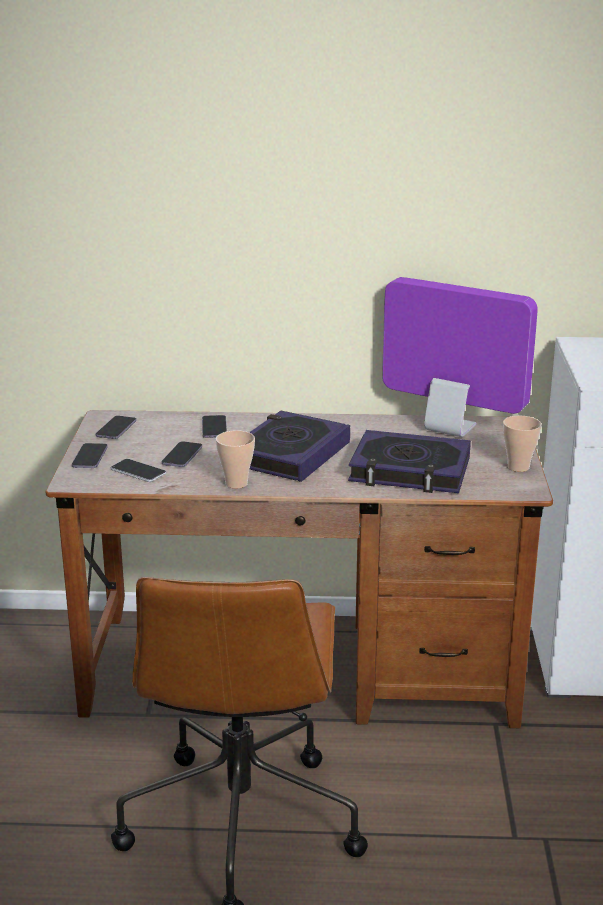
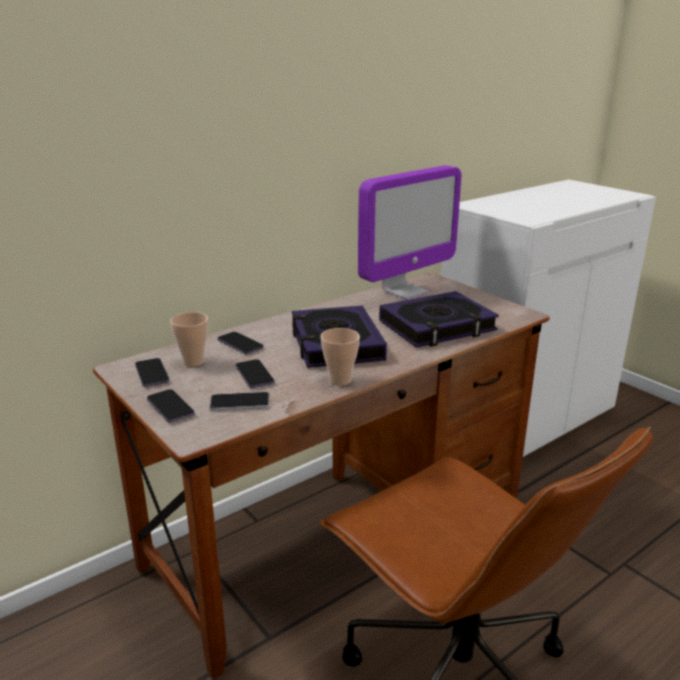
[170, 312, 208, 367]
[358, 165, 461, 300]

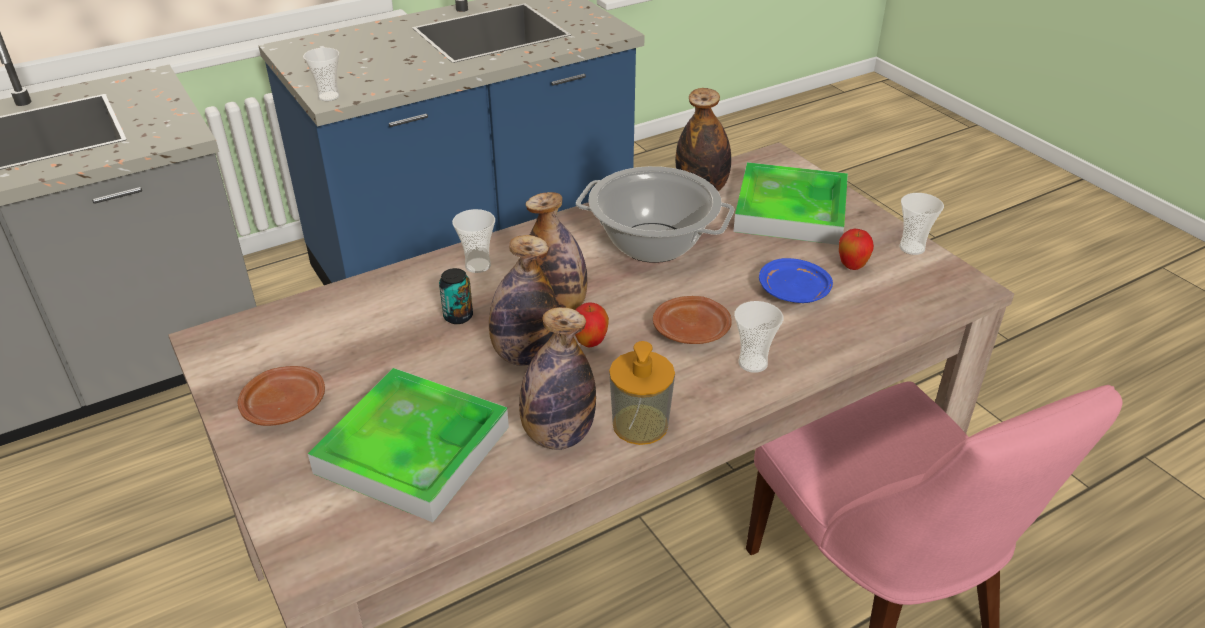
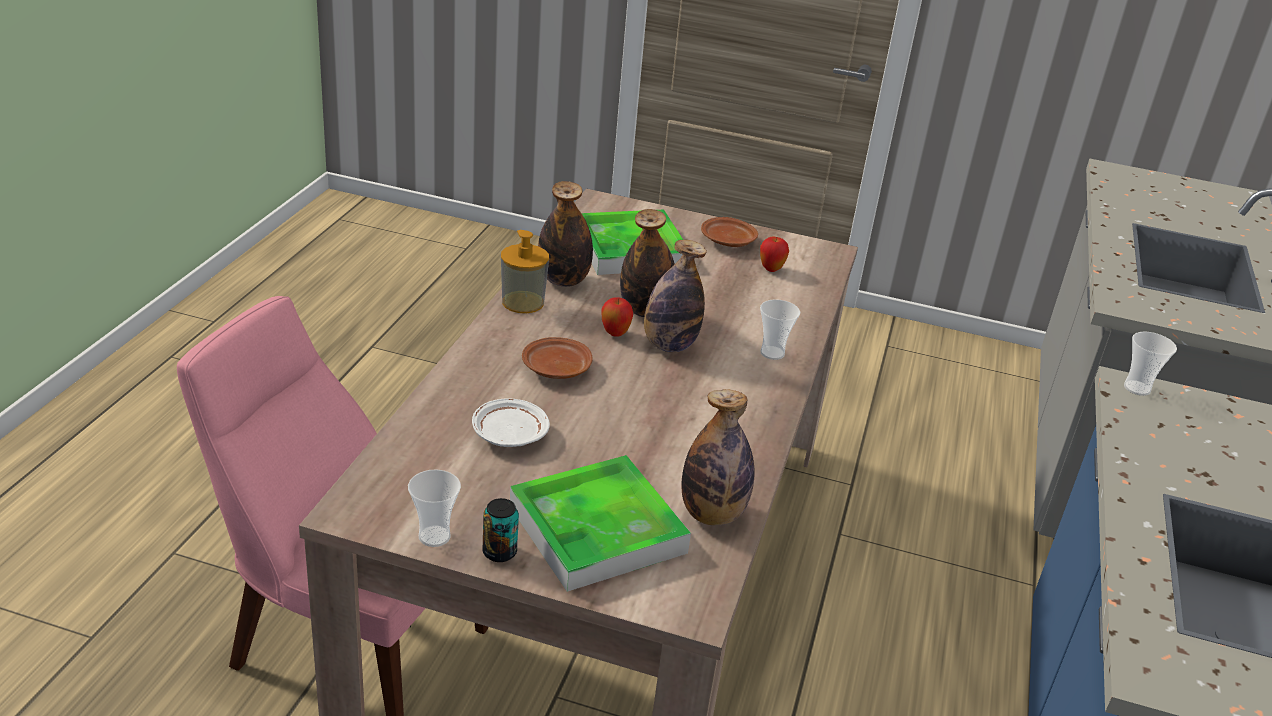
[472, 398, 550, 447]
[483, 498, 519, 562]
[760, 237, 789, 272]
[576, 166, 734, 263] (first image)
[734, 301, 783, 373] (first image)

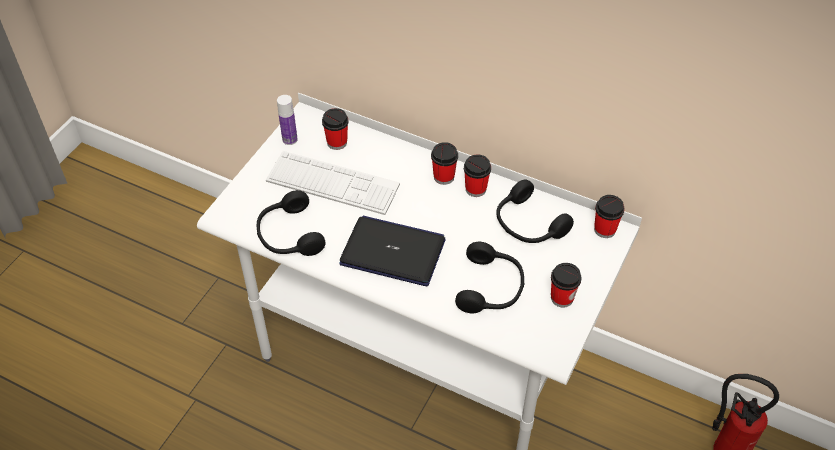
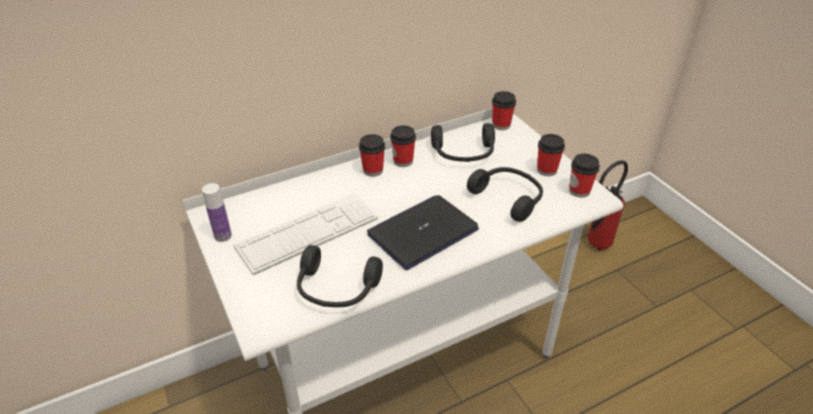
[569, 154, 600, 198]

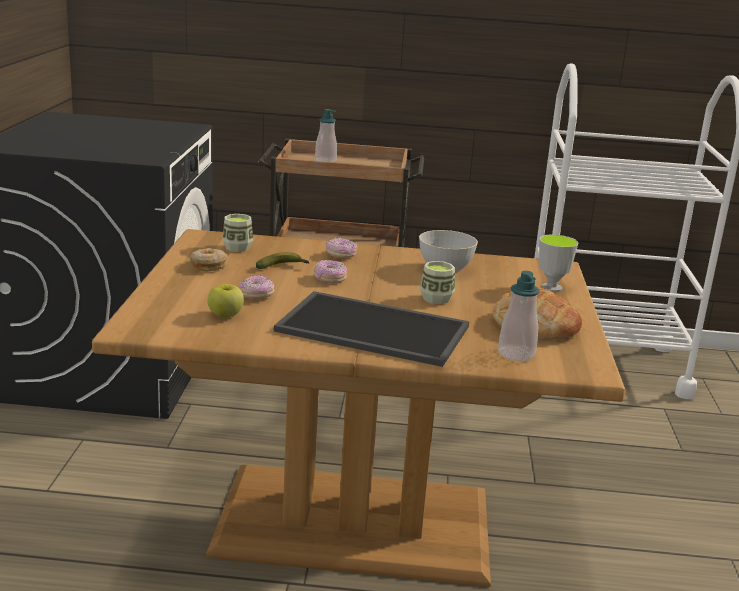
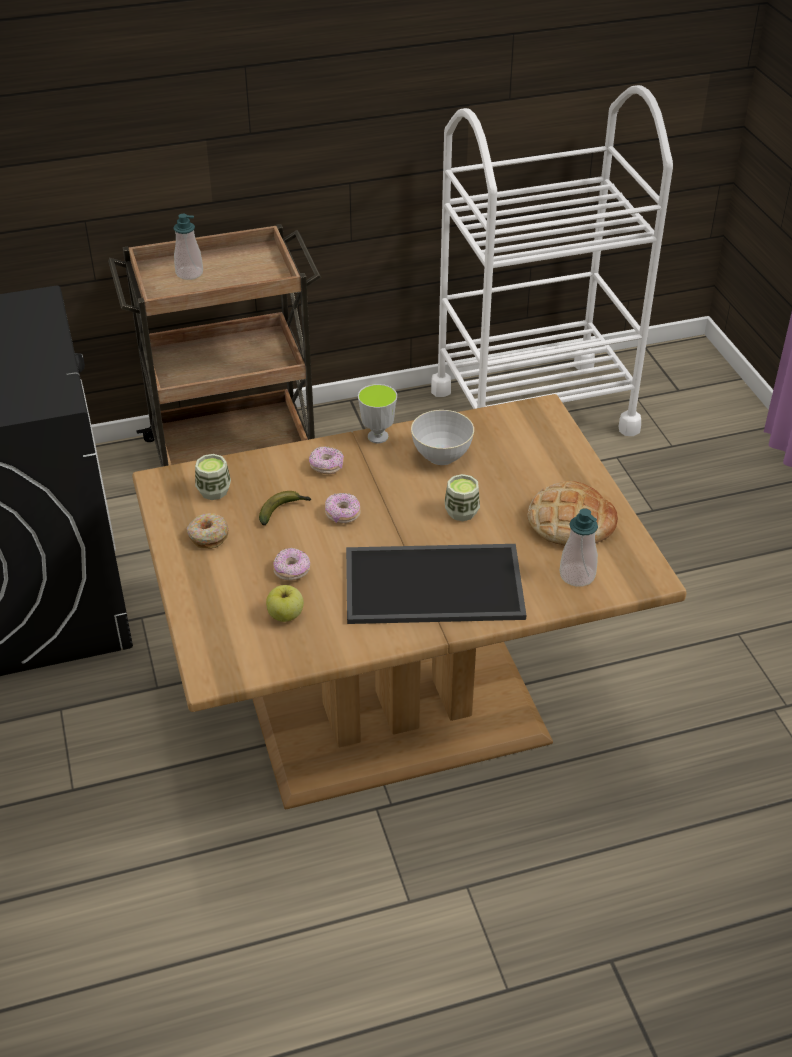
[358, 384, 397, 443]

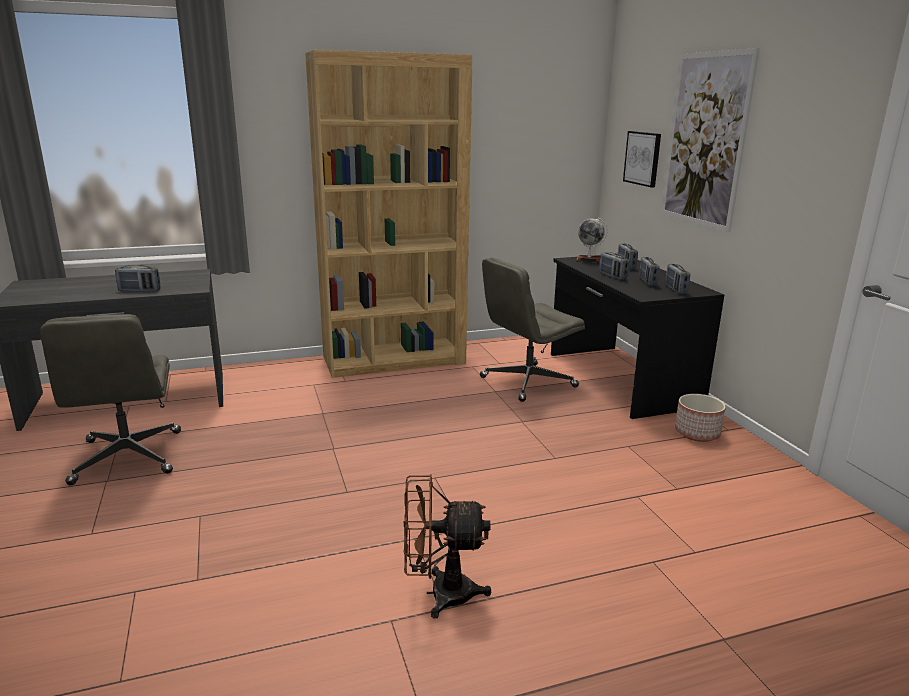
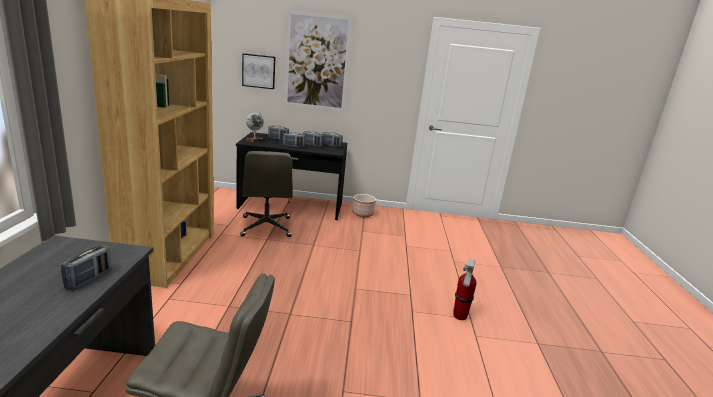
[453, 260, 476, 320]

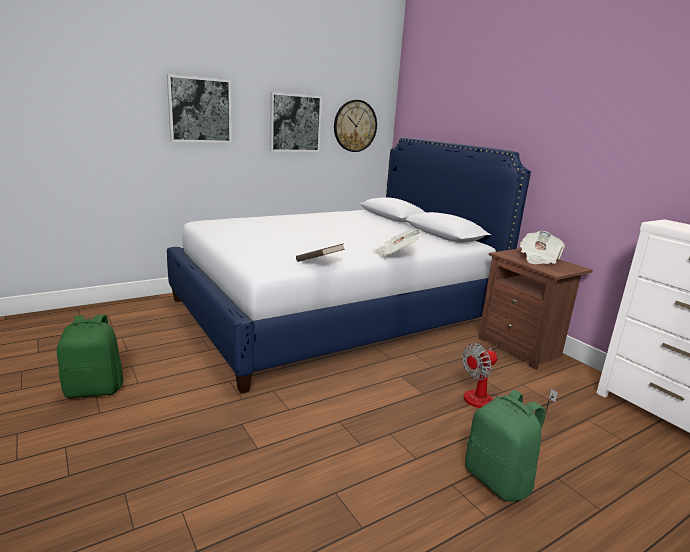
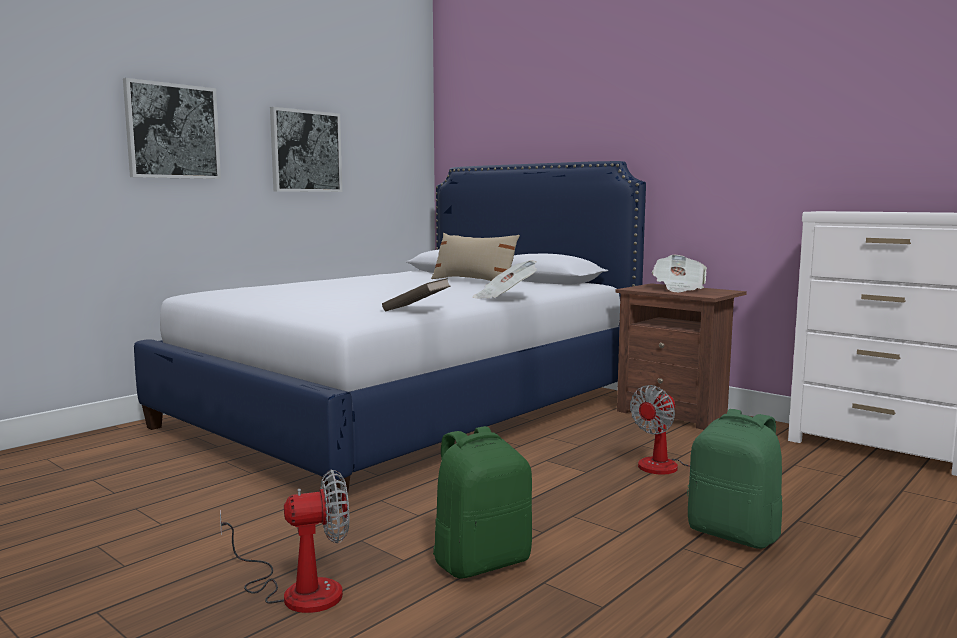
[220, 469, 349, 613]
[431, 233, 520, 281]
[433, 426, 532, 578]
[334, 100, 377, 152] (first image)

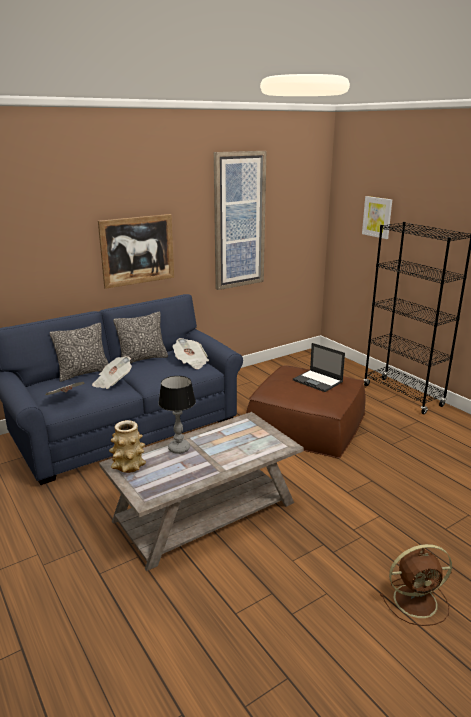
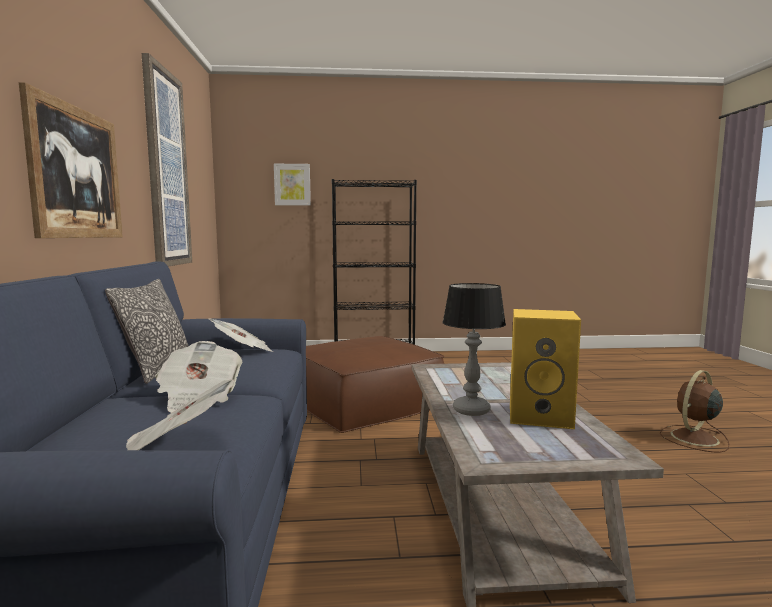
[510, 309, 581, 429]
[660, 370, 729, 453]
[50, 323, 109, 382] (first image)
[109, 420, 146, 473] (first image)
[293, 343, 345, 392] (first image)

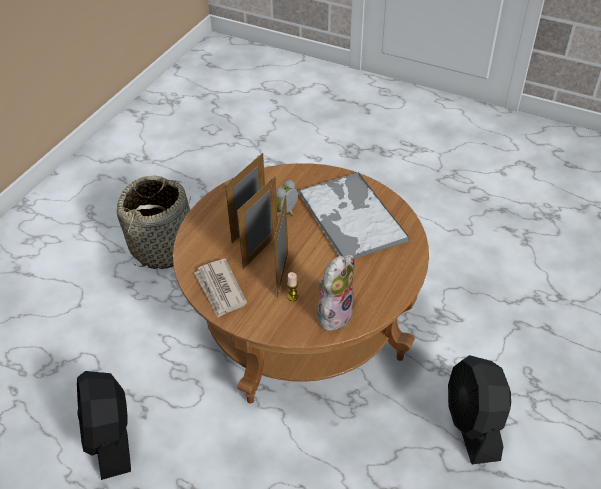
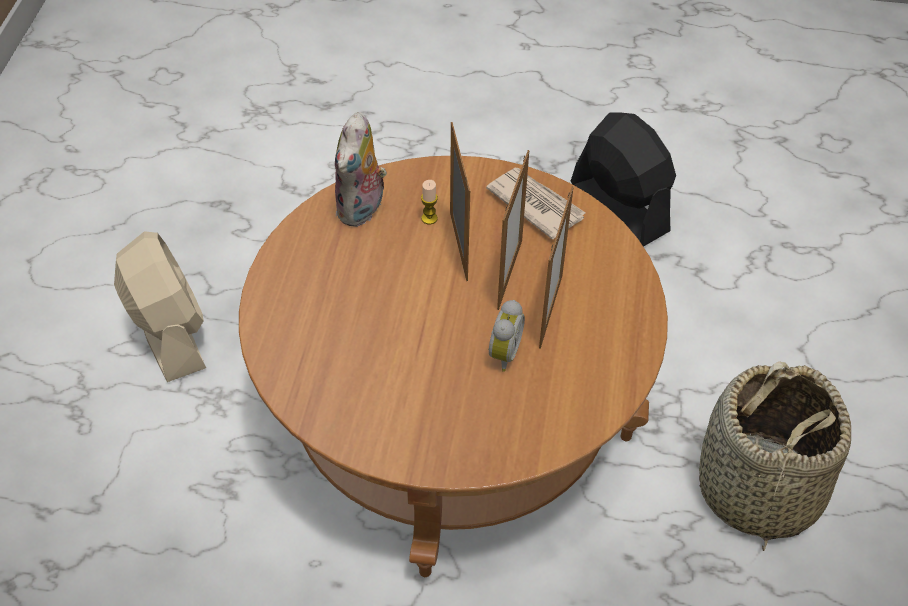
[114, 231, 206, 382]
[298, 172, 410, 259] (first image)

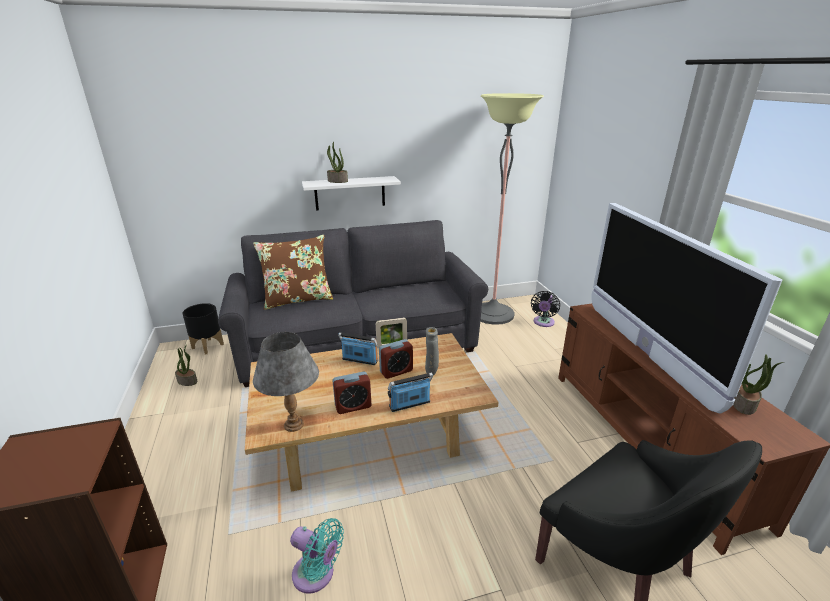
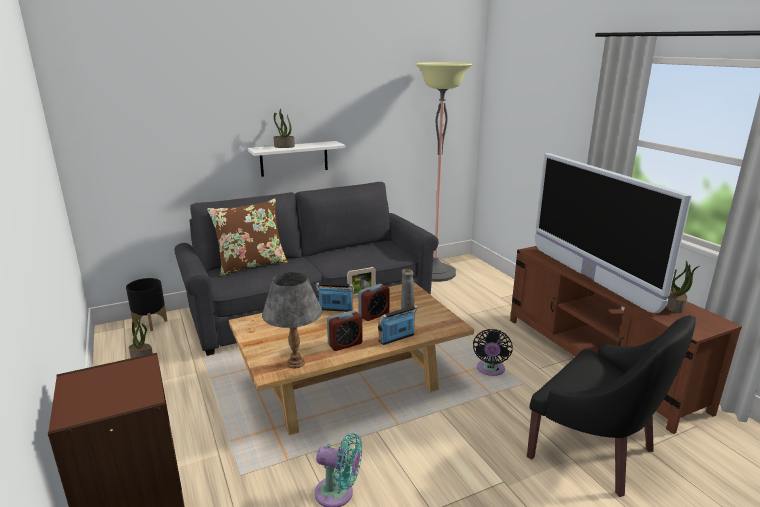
[473, 329, 513, 376]

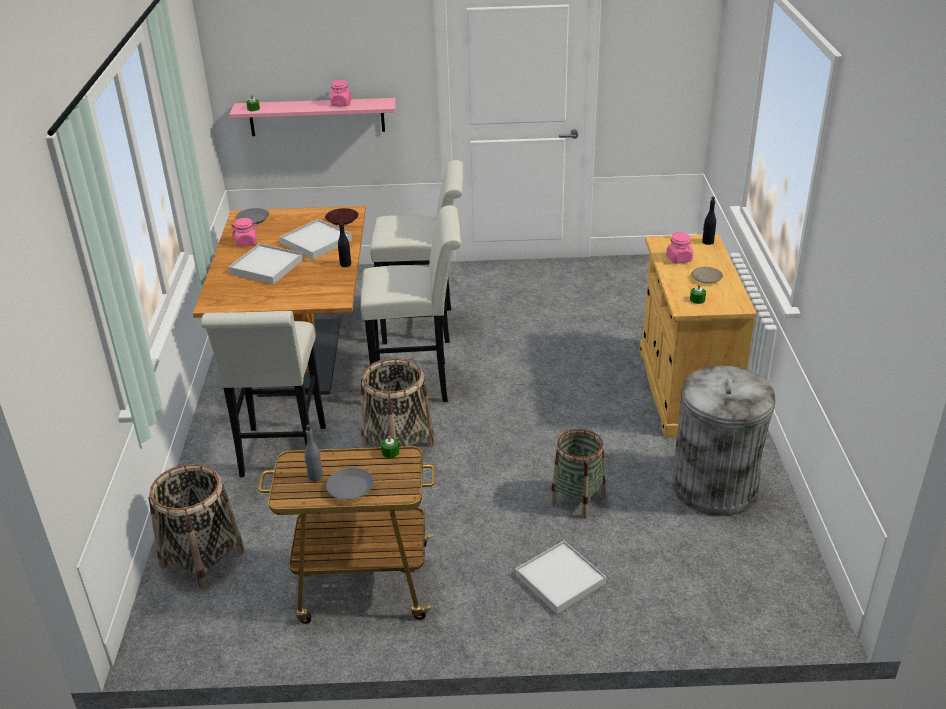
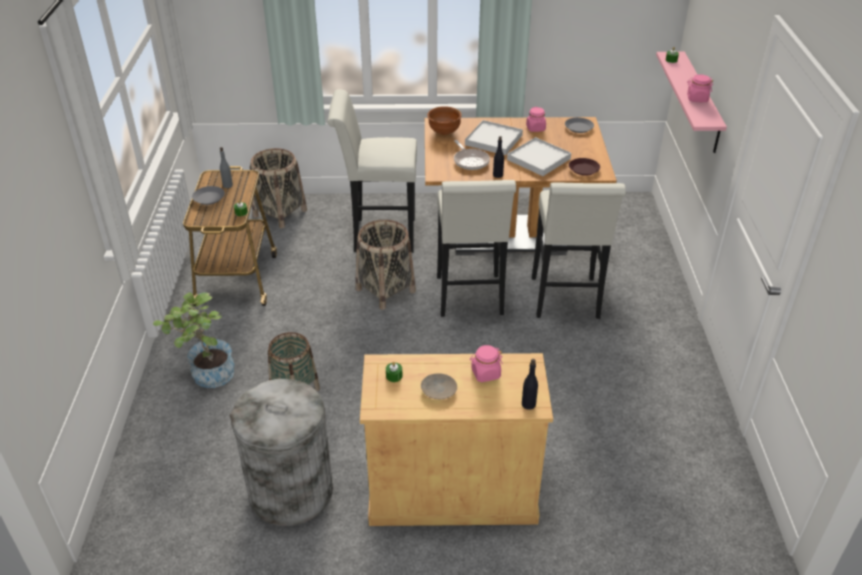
[153, 292, 235, 388]
[427, 107, 462, 135]
[454, 140, 490, 170]

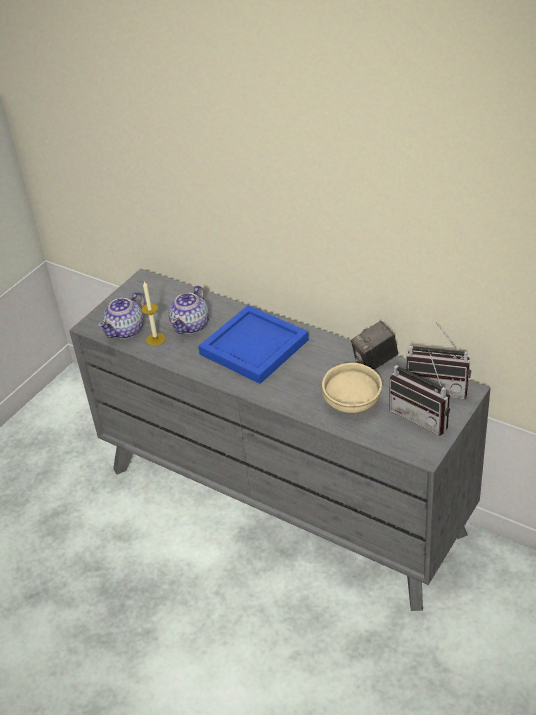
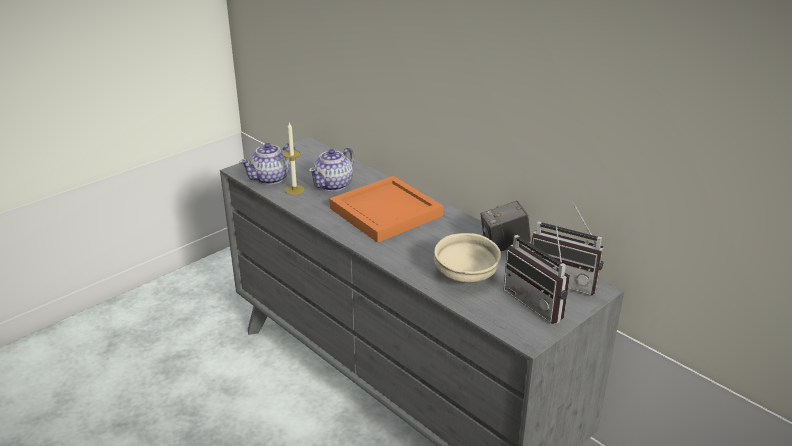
[329, 176, 443, 243]

